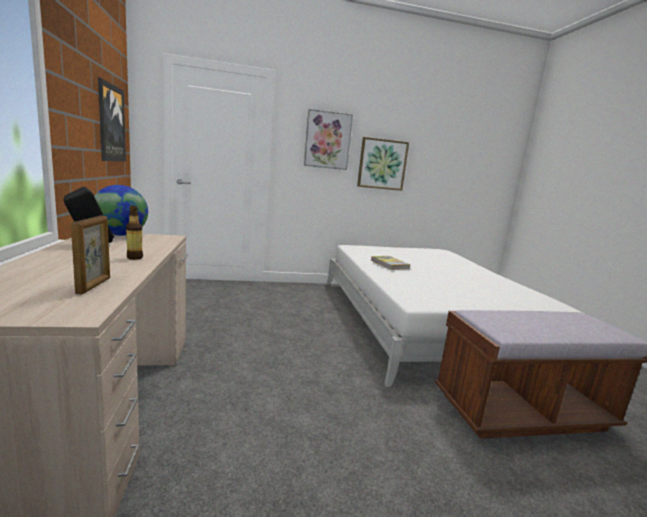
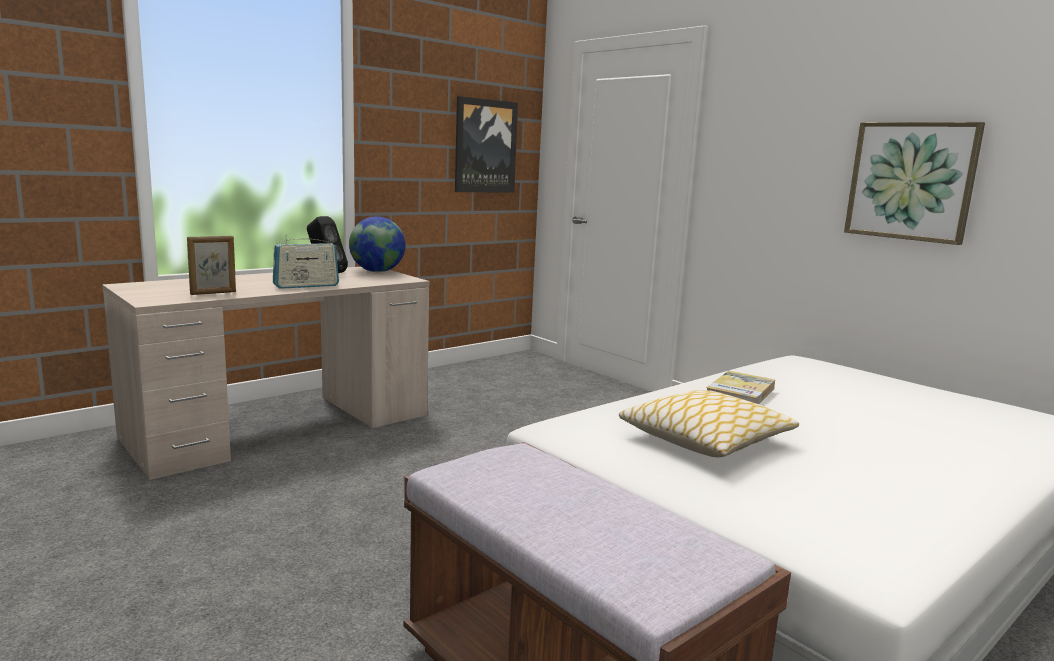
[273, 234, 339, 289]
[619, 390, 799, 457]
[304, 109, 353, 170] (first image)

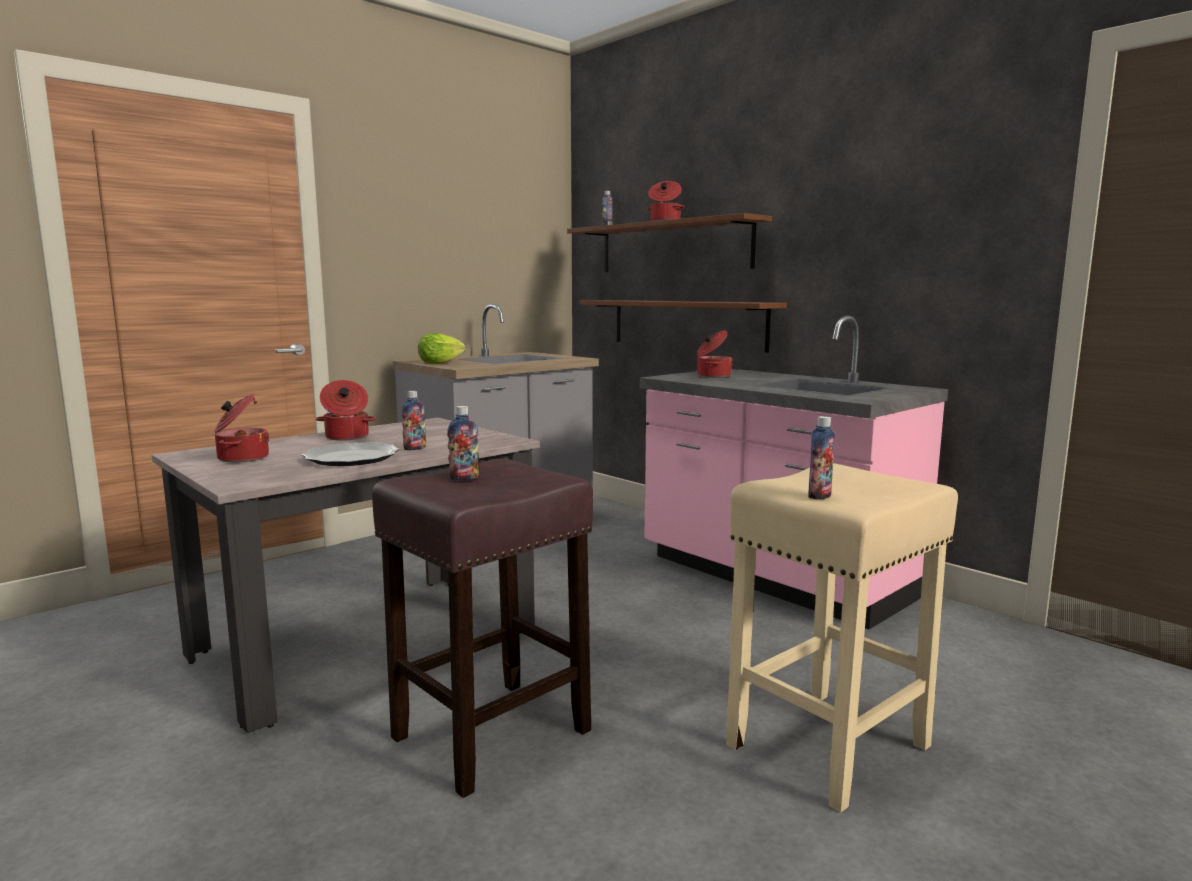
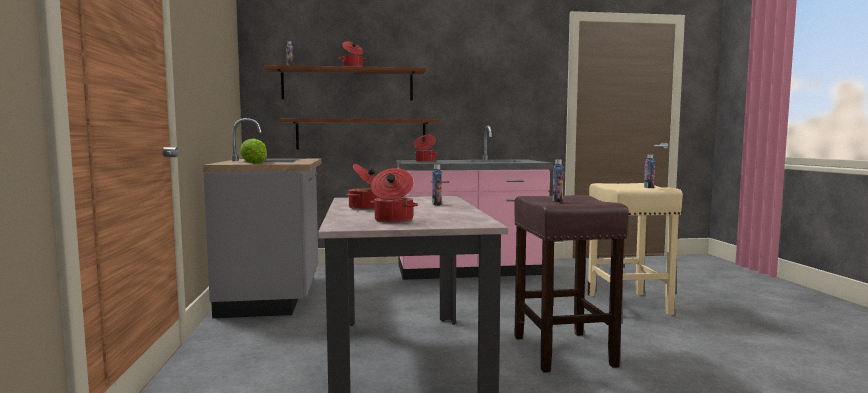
[302, 442, 399, 466] (first image)

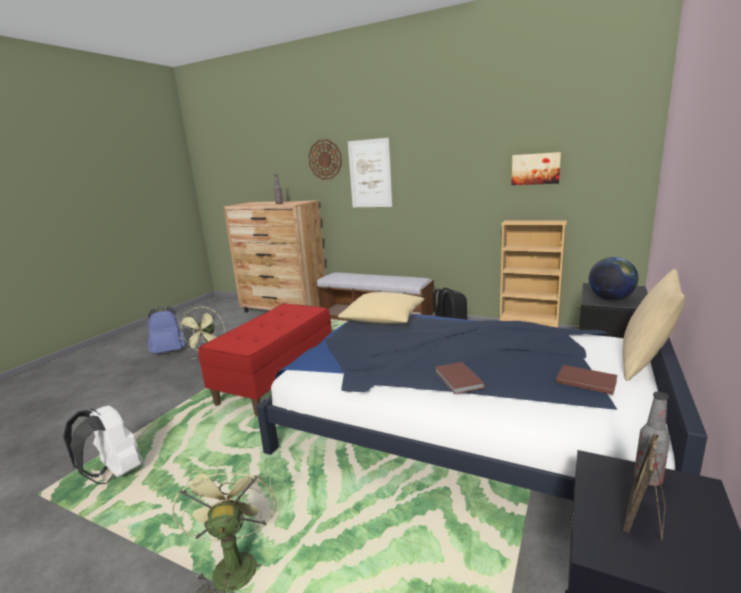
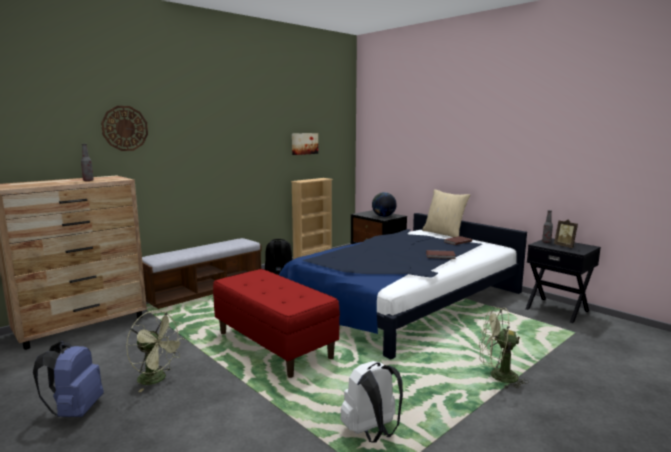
[338, 292, 424, 323] (first image)
[348, 138, 393, 207] (first image)

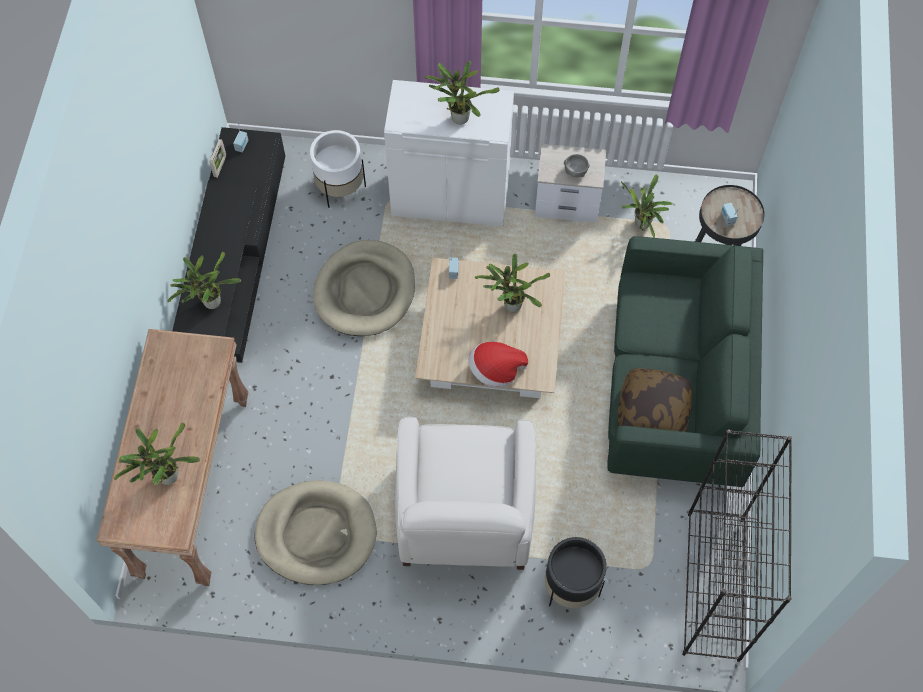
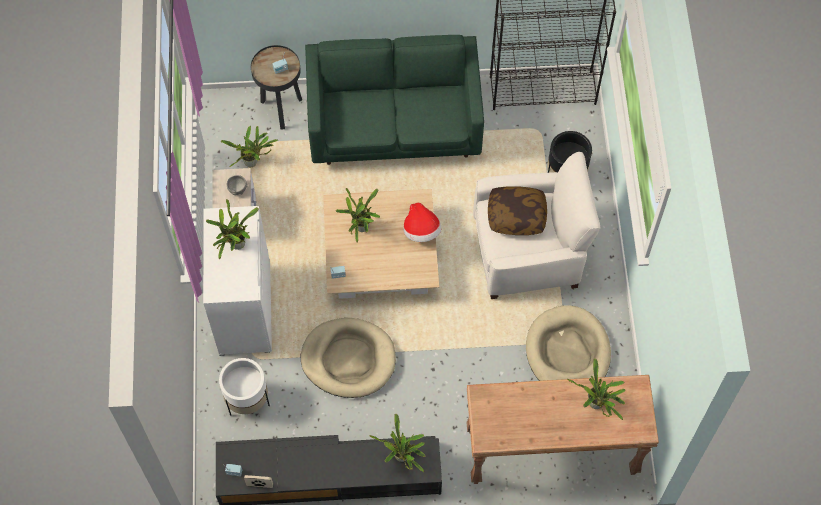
[488, 186, 547, 235]

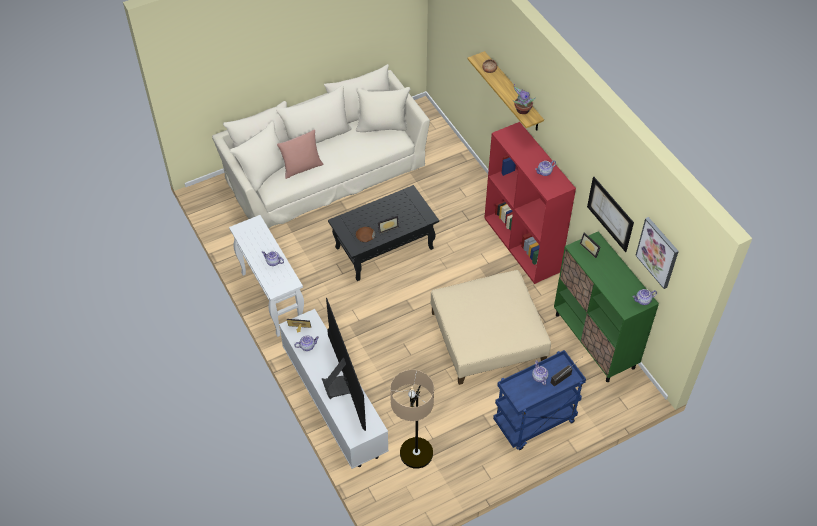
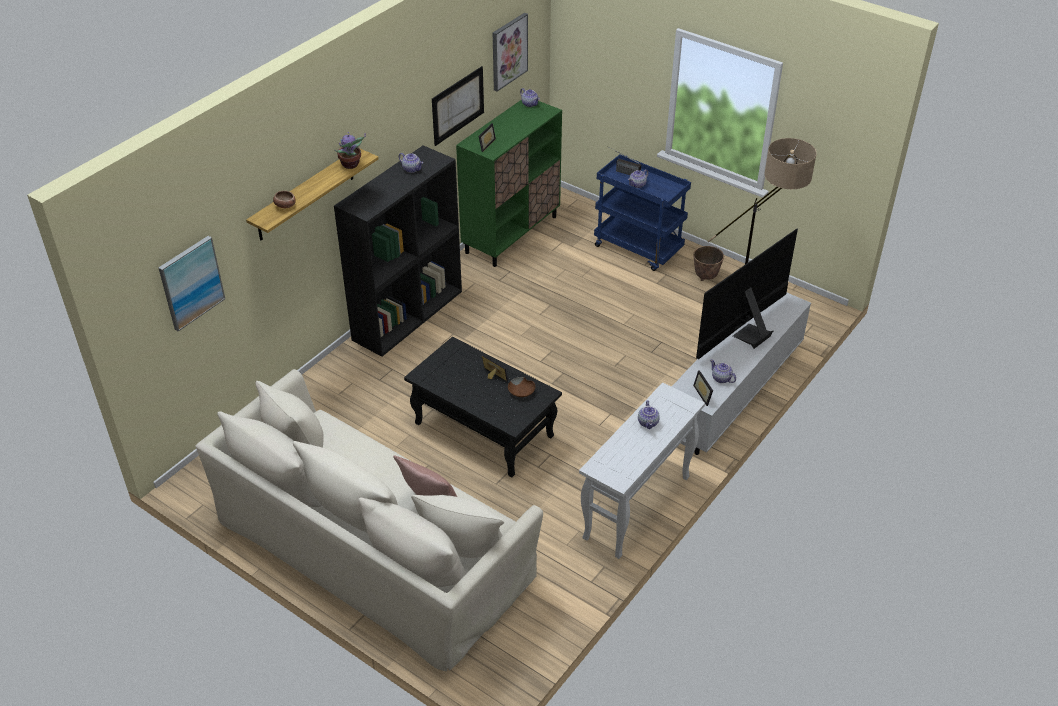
[159, 236, 225, 332]
[334, 145, 462, 357]
[693, 246, 724, 281]
[430, 270, 551, 385] (first image)

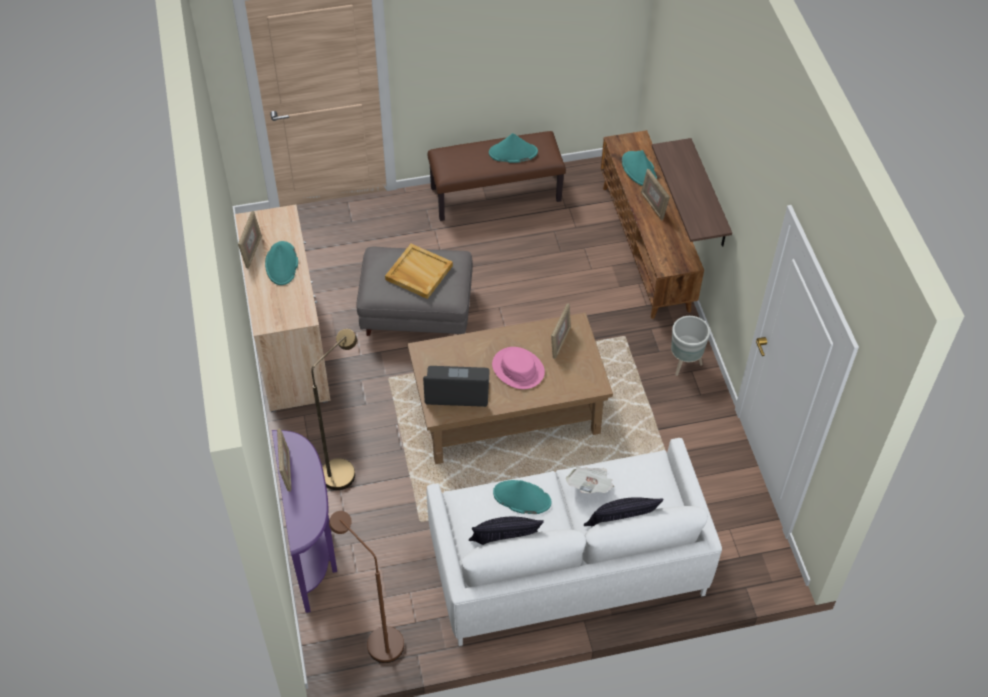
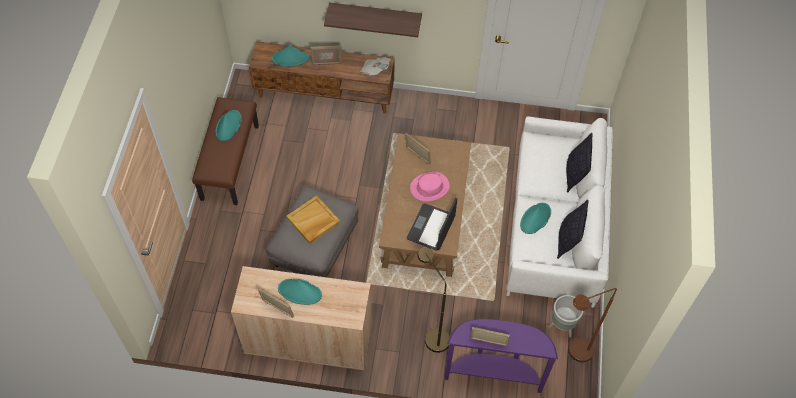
[360, 57, 391, 75]
[548, 295, 584, 337]

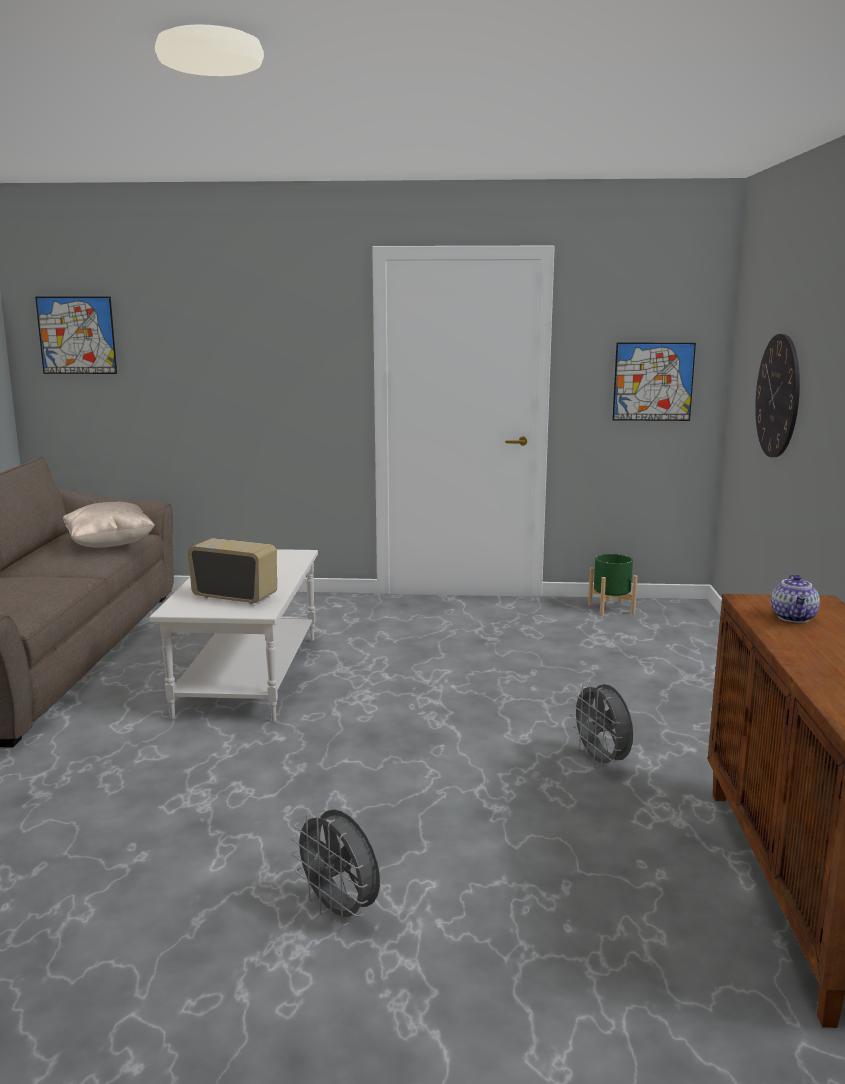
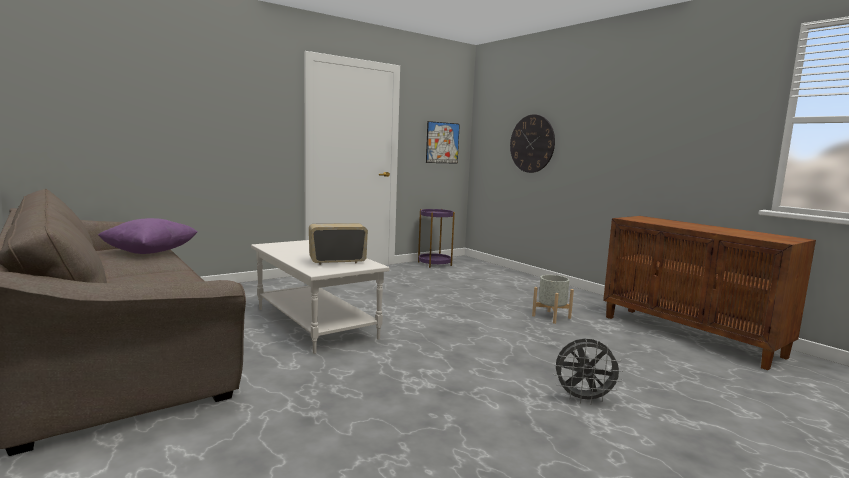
[98, 218, 198, 254]
[418, 209, 455, 268]
[532, 275, 574, 324]
[35, 297, 117, 374] (first image)
[771, 575, 820, 623] (first image)

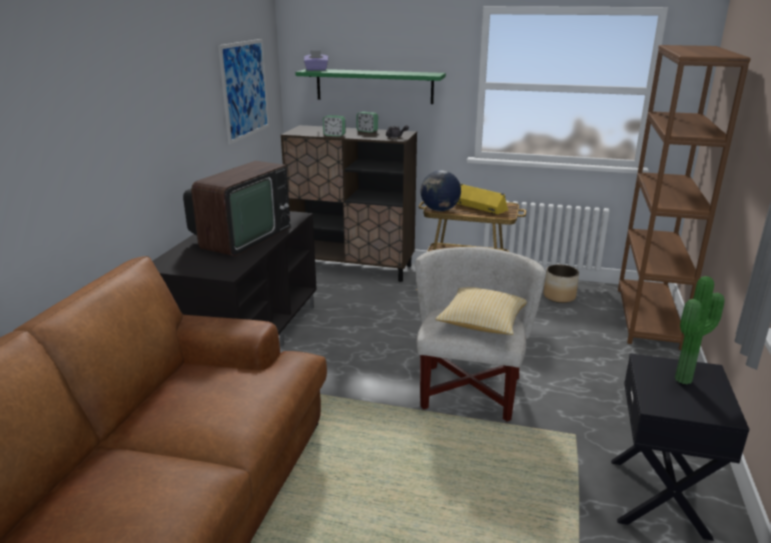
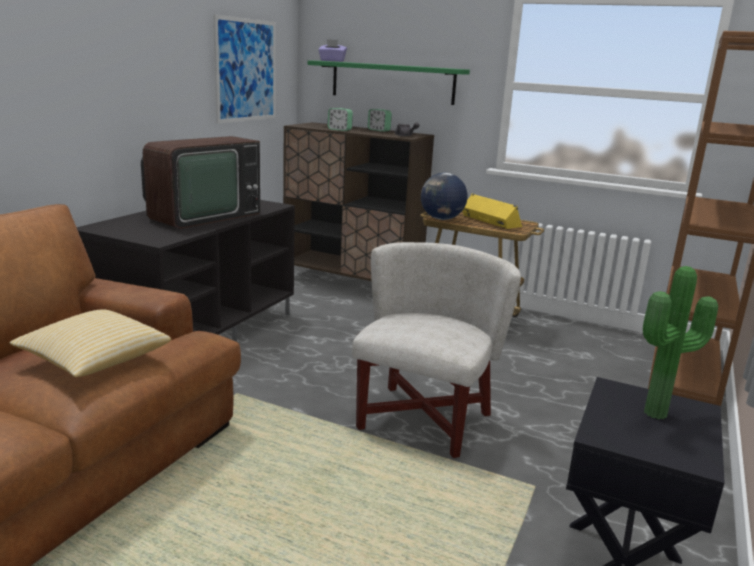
[10, 309, 171, 377]
[543, 265, 579, 303] (first image)

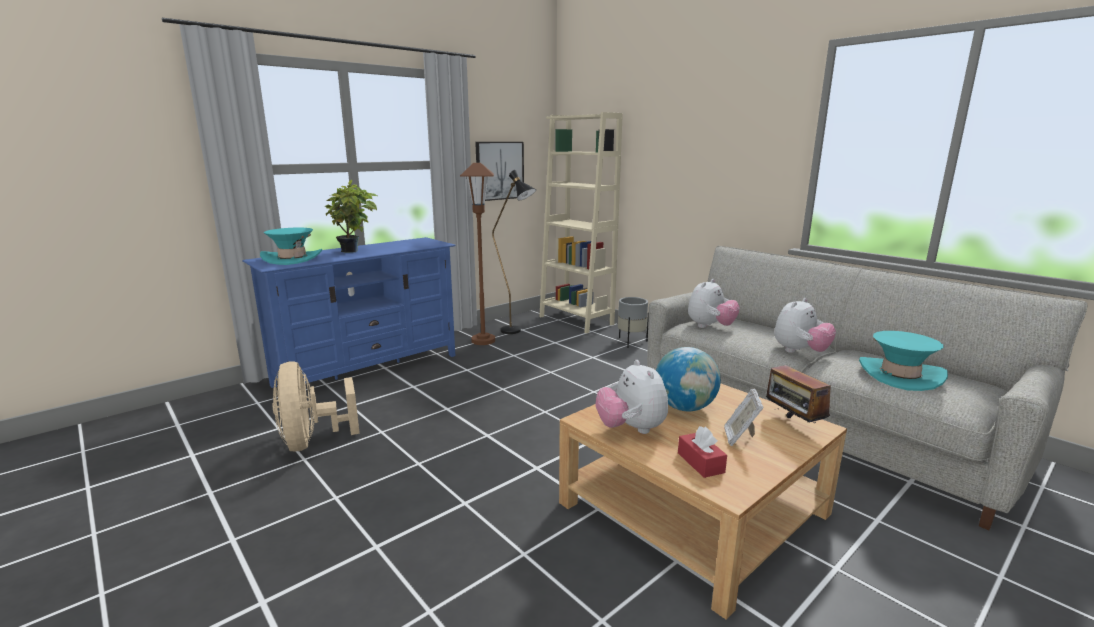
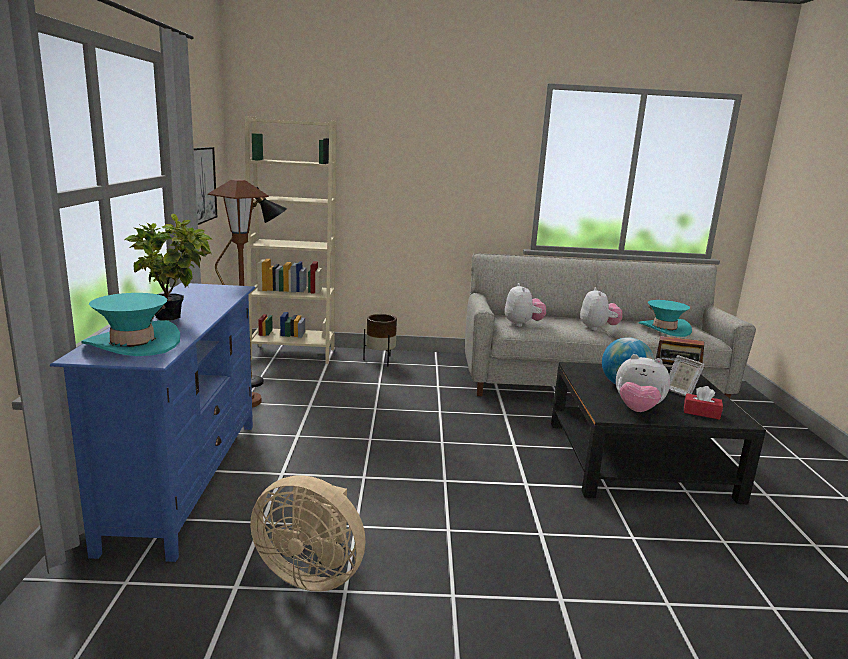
[363, 314, 397, 366]
[551, 362, 766, 504]

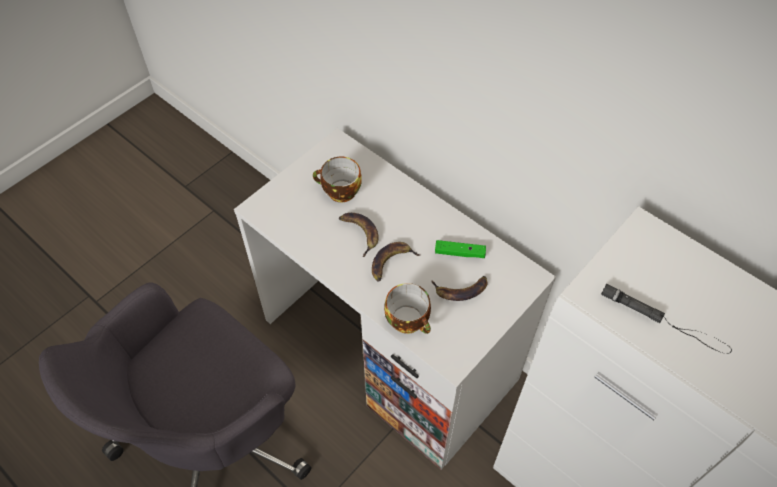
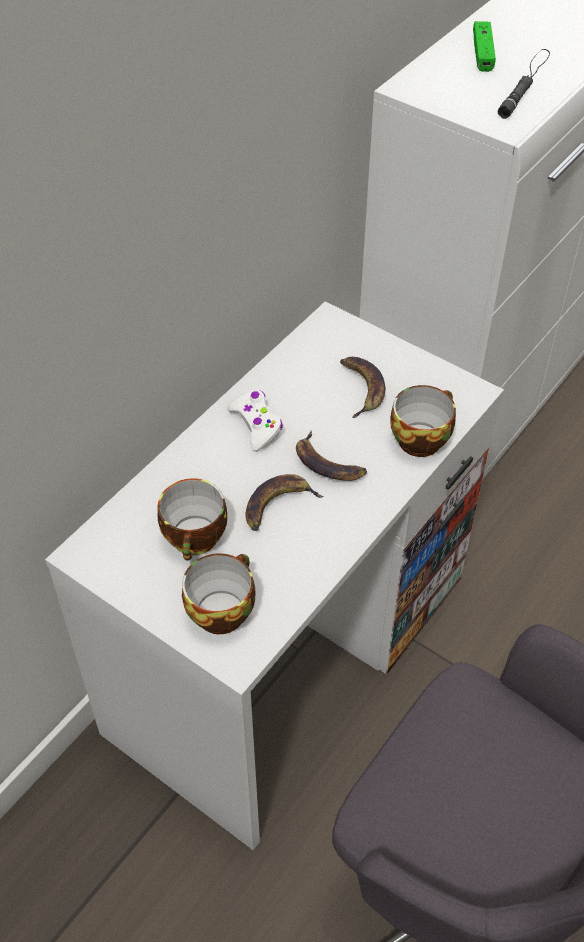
[182, 553, 255, 634]
[227, 390, 283, 452]
[473, 21, 496, 72]

